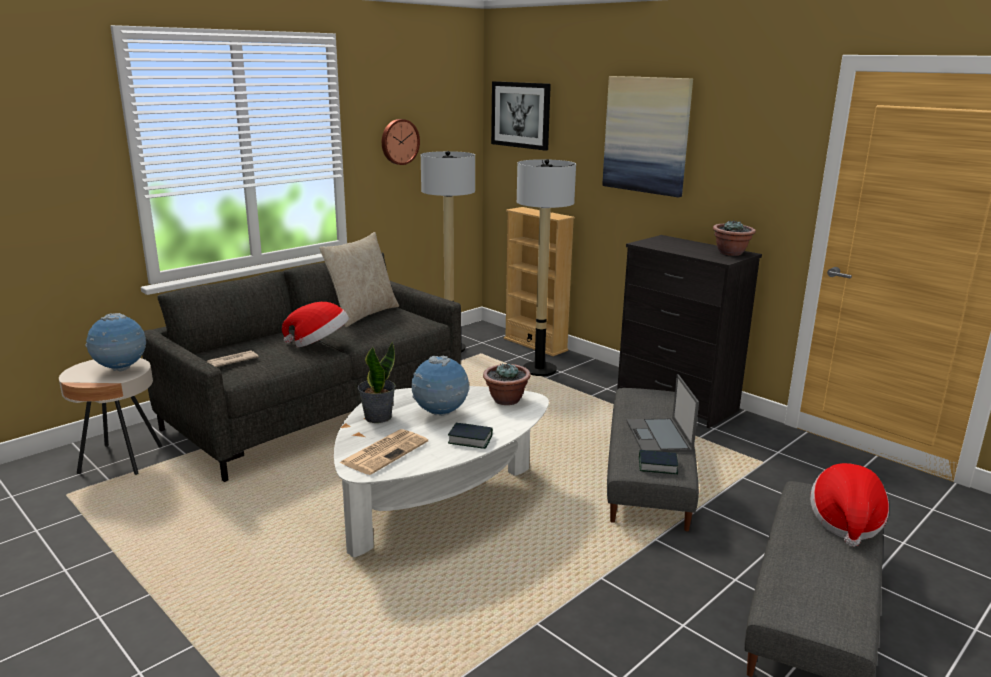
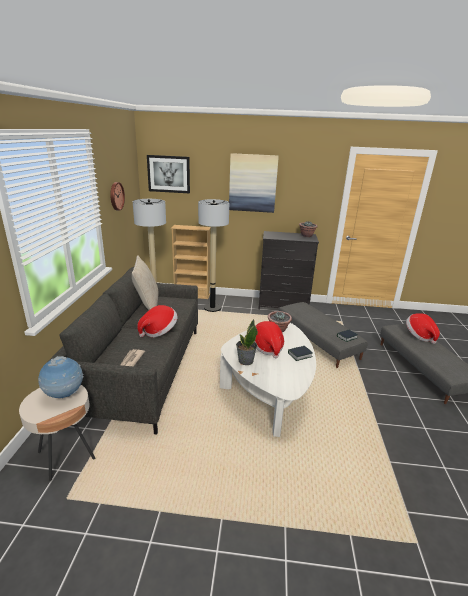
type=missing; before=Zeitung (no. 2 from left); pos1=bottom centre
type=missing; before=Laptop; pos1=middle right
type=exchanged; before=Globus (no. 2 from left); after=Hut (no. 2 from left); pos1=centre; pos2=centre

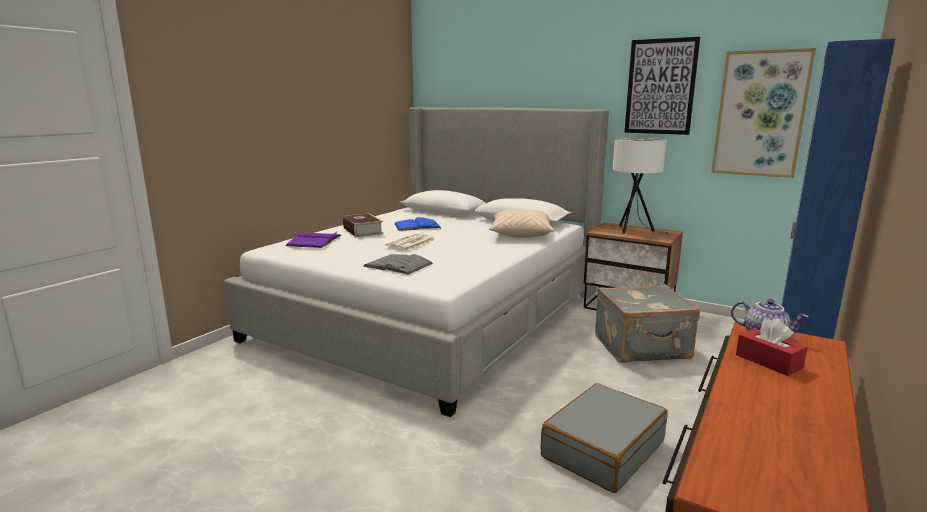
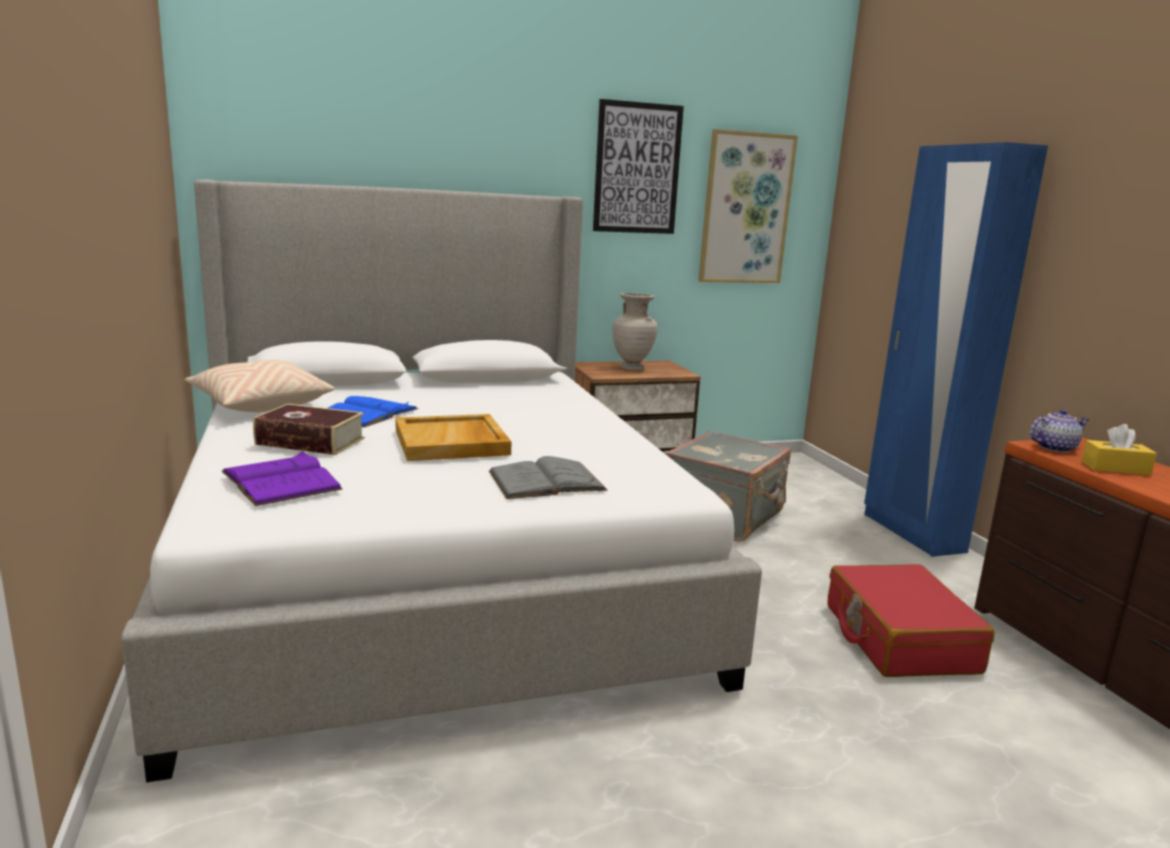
type=relocated; before=Kissen/beige; pos1=centre; pos2=middle left
type=exchanged; before=Zeitung; after=Tablett/beige; pos1=centre; pos2=centre
type=exchanged; before=Tischlampe/weiß; after=Vase/beige; pos1=middle right; pos2=centre
type=colour; before=Koffer/grau (no. 1 from left); after=Koffer/rot; pos1=bottom centre; pos2=bottom right
type=colour; before=Taschentuchbox/rot; after=Taschentuchbox/gelb; pos1=bottom right; pos2=middle right

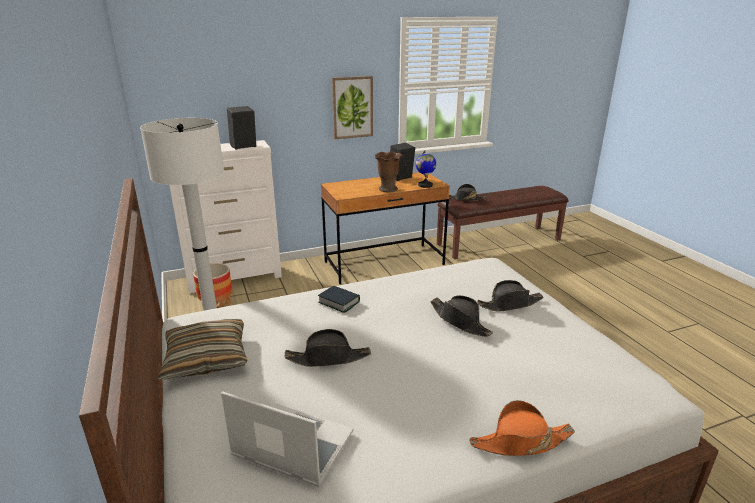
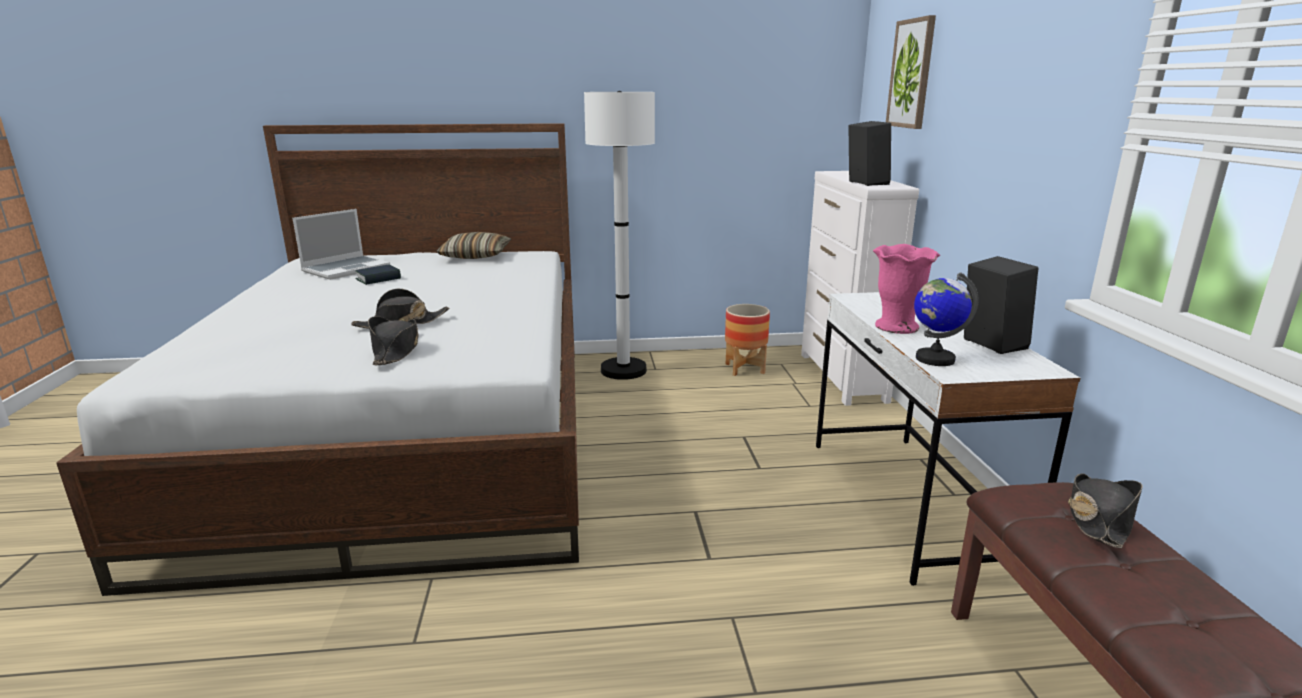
type=missing; before=Hut/schwarz (no. 1 from left); pos1=bottom centre
type=missing; before=Hut/orange; pos1=bottom right
type=relocated; before=Buch; pos1=centre; pos2=middle left
type=relocated; before=Bild; pos1=top centre; pos2=top right
type=colour; before=Schreibtisch/braun; after=Schreibtisch/weiß; pos1=centre; pos2=middle right
type=colour; before=Vase/braun; after=Vase/rosa; pos1=centre; pos2=middle right

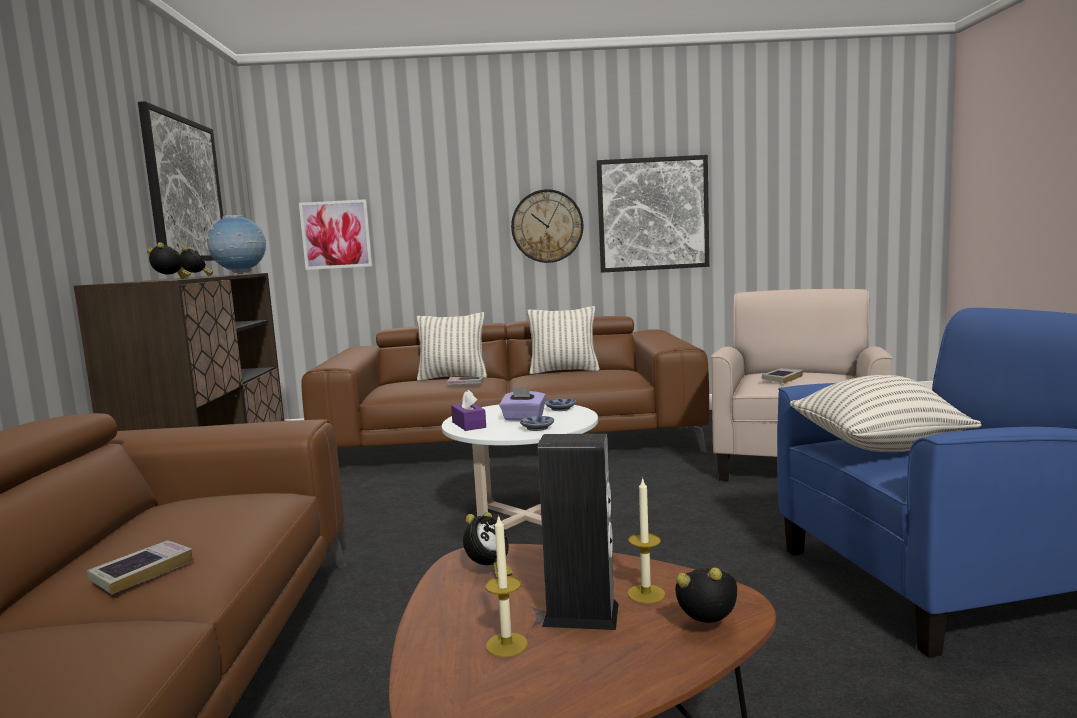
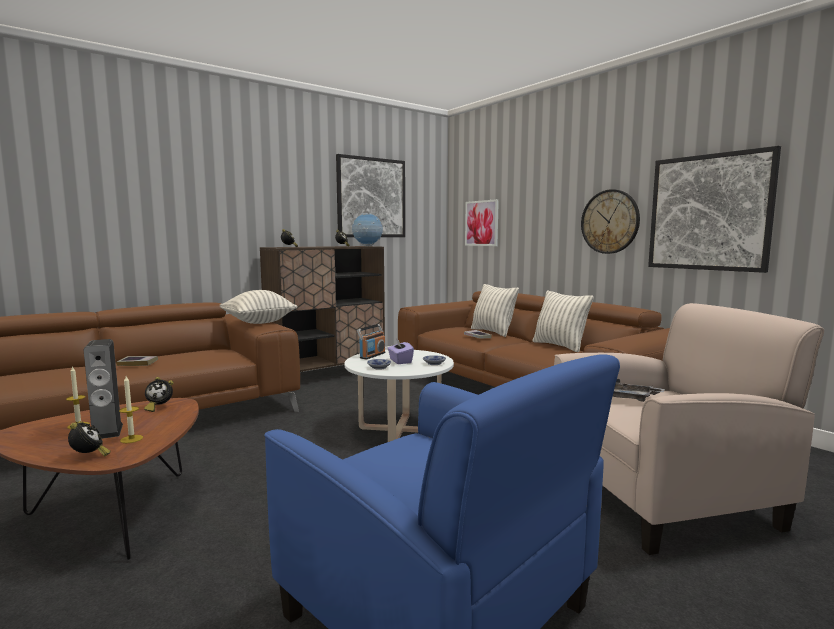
type=relocated; before=Kissen (no. 3 from left in the first image); after=Kissen (no. 1 from left); pos1=middle right; pos2=middle left
type=exchanged; before=Taschentuchbox/lila (no. 1 from left); after=Radio; pos1=centre; pos2=centre
type=exchanged; before=Buch (no. 3 from left); after=Tablett/grau; pos1=middle right; pos2=middle right

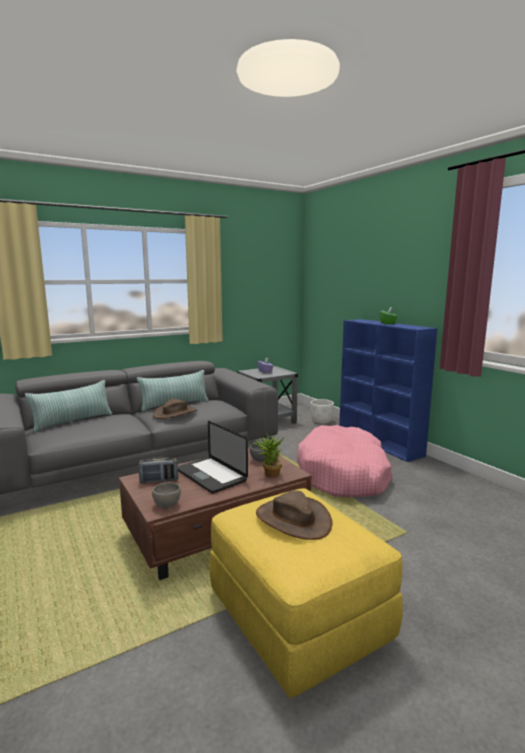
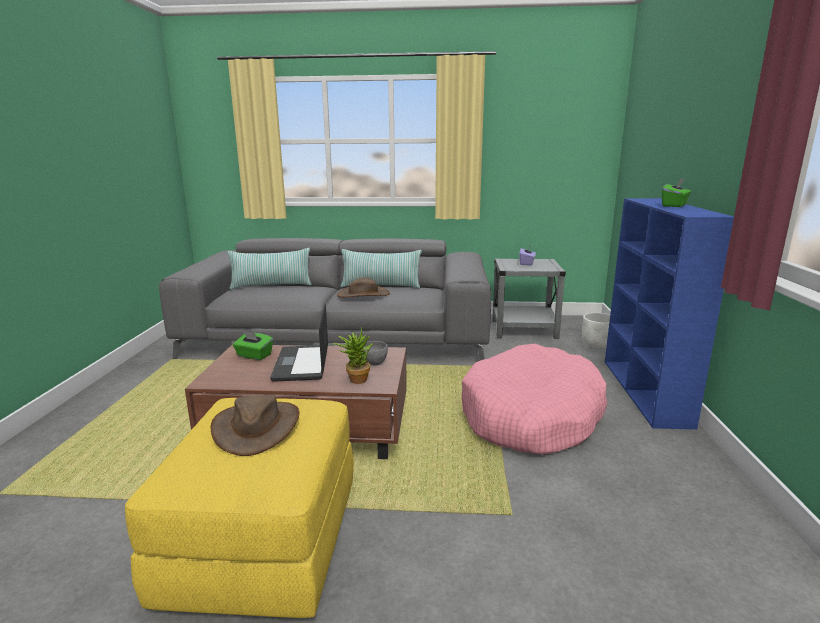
type=missing; before=Schüssel/grau (no. 1 from left); pos1=middle left
type=exchanged; before=Radio; after=Taschentuchbox/grün (no. 1 from left); pos1=middle left; pos2=middle left

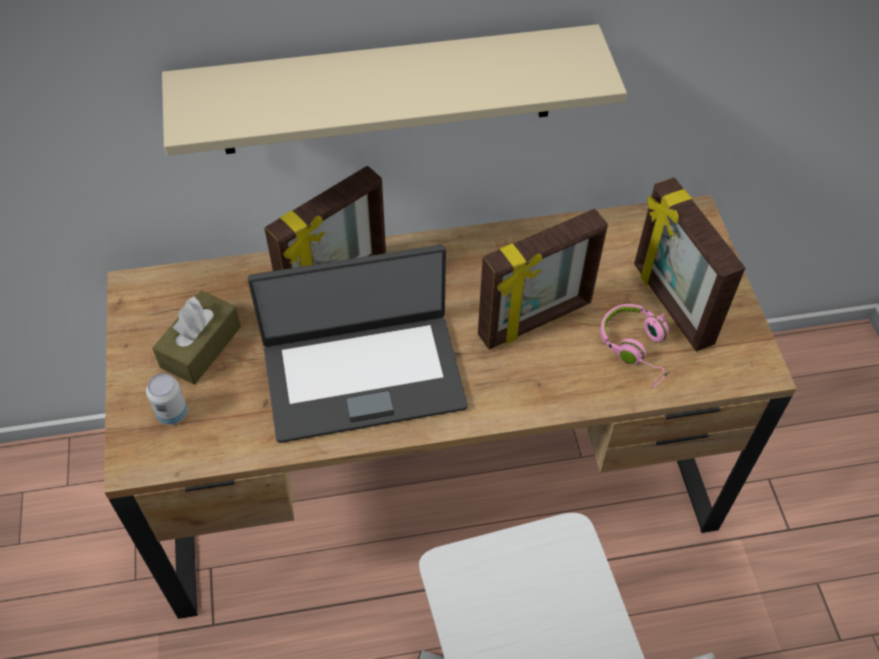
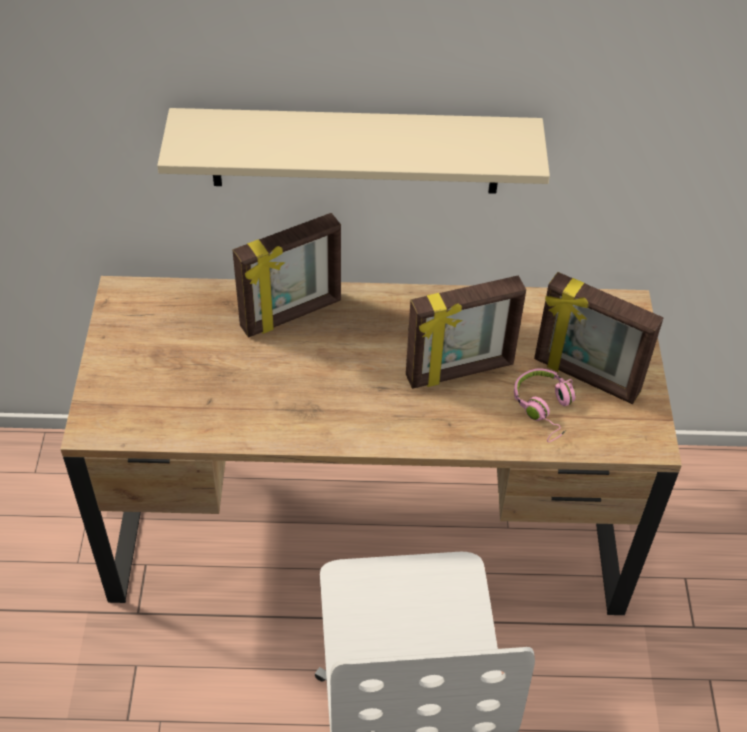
type=missing; before=Dose; pos1=middle left
type=missing; before=Taschentuchbox/braun; pos1=middle left
type=missing; before=Laptop; pos1=centre
type=spun; before=Bilderrahmen (no. 3 from left); pos1=middle right; pos2=middle right; turn=-45

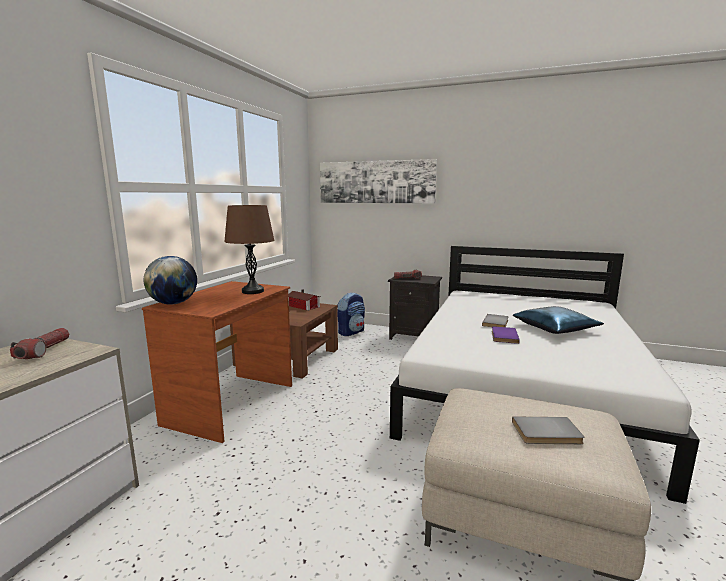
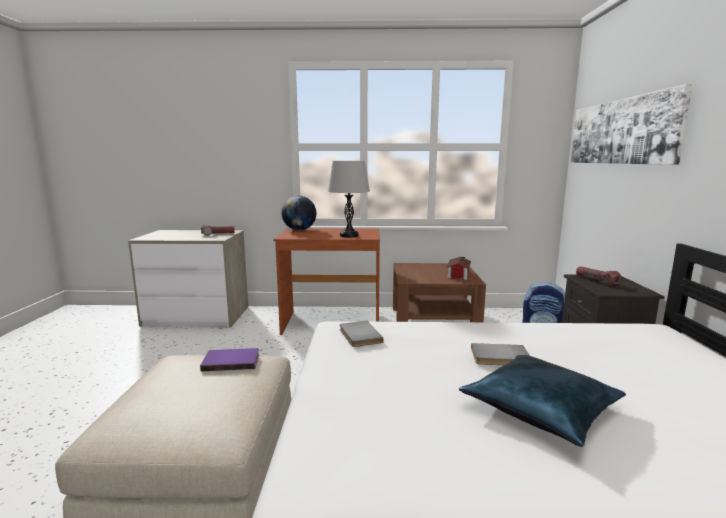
type=relocated; before=Buch/lila; pos1=middle right; pos2=bottom left
type=relocated; before=Buch/grau (no. 2 from left in the first image); after=Buch/grau (no. 1 from left); pos1=bottom right; pos2=centre
type=colour; before=Tischlampe/braun; after=Tischlampe/grau; pos1=centre; pos2=centre

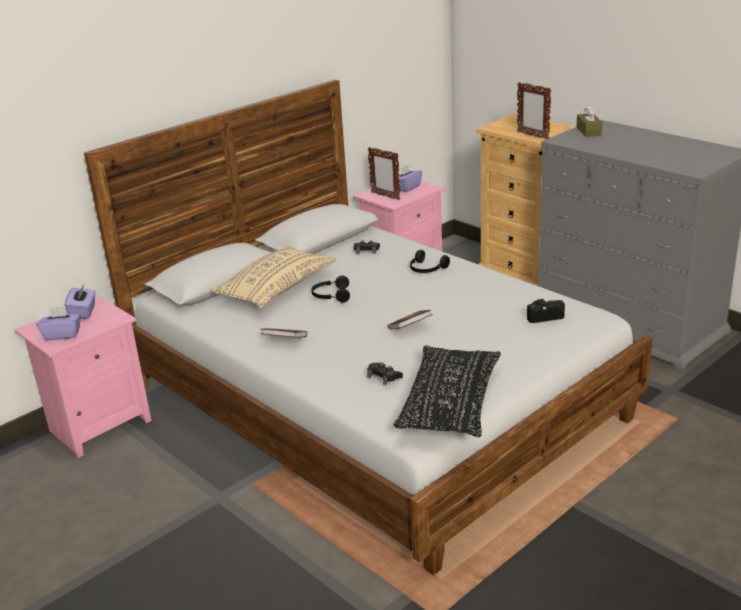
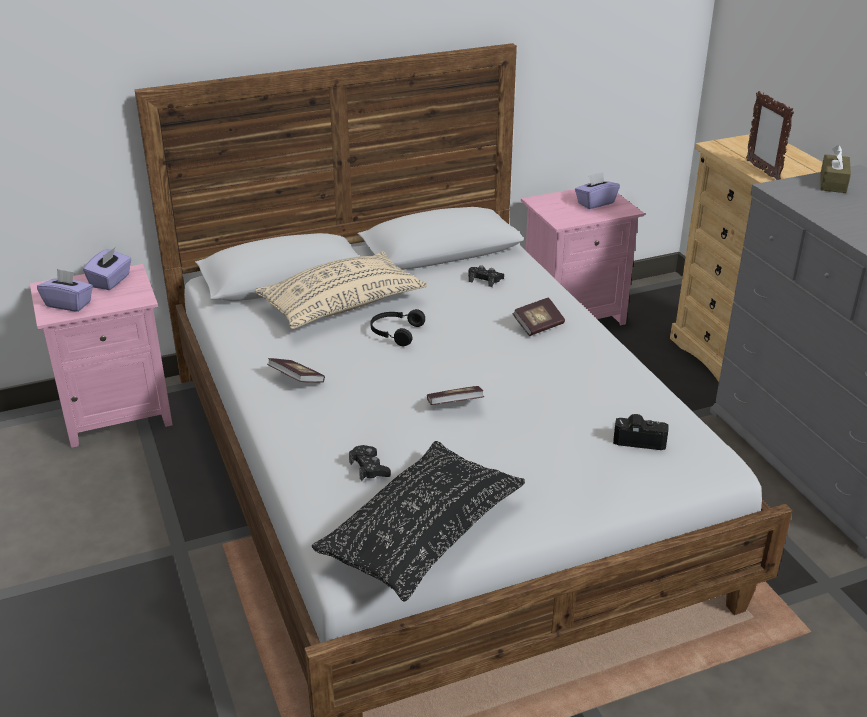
type=missing; before=Bilderrahmen (no. 1 from left); pos1=top centre
type=exchanged; before=Kopfhörer/schwarz (no. 2 from left); after=Buch (no. 3 from left); pos1=centre; pos2=centre

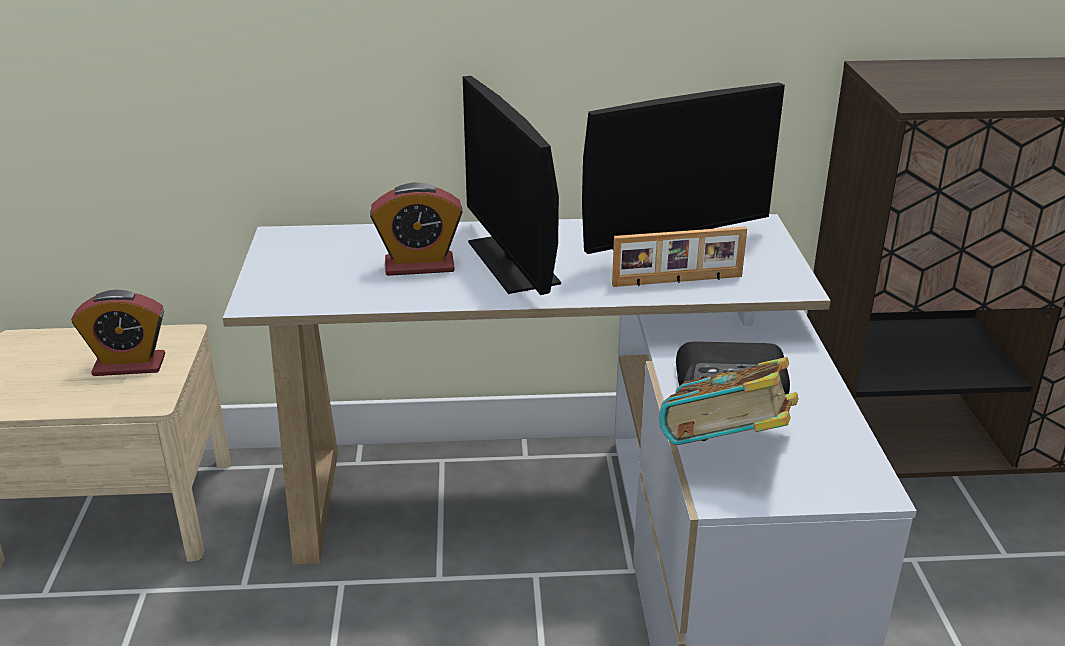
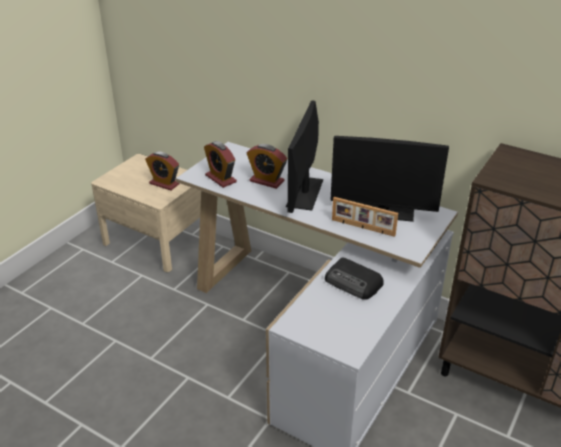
type=missing; before=Buch; pos1=middle right
type=appeared; after=Wecker (no. 2 from left); pos2=centre

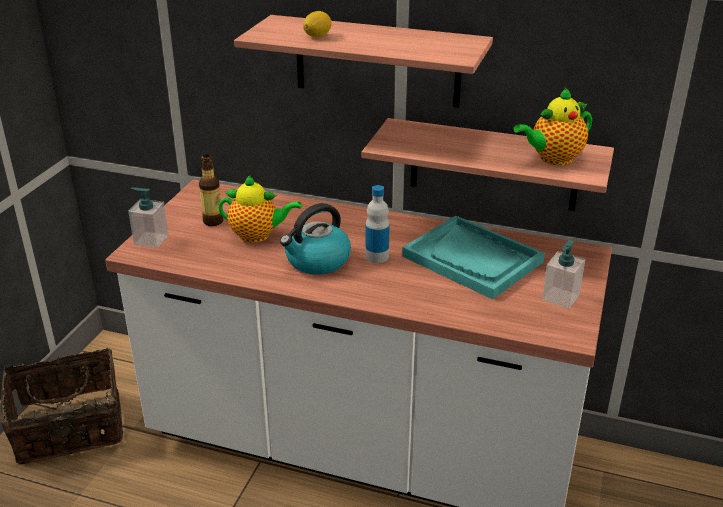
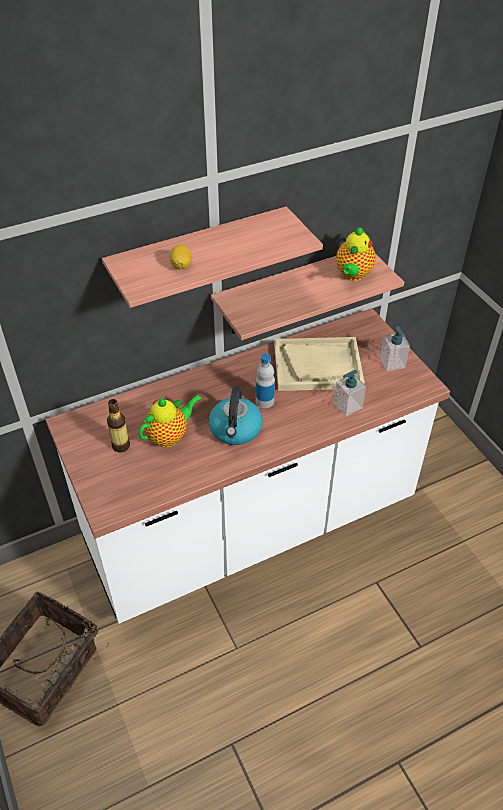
type=relocated; before=Seifenspender (no. 1 from left); pos1=middle left; pos2=middle right
type=colour; before=Tablett/türkis; after=Tablett/beige; pos1=centre; pos2=centre

